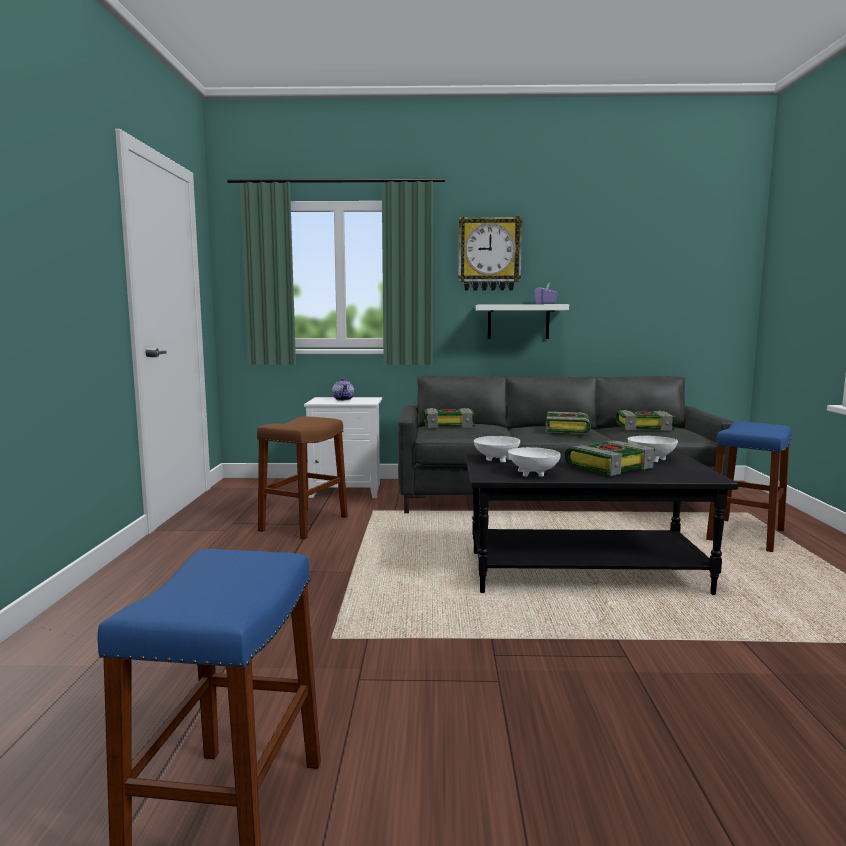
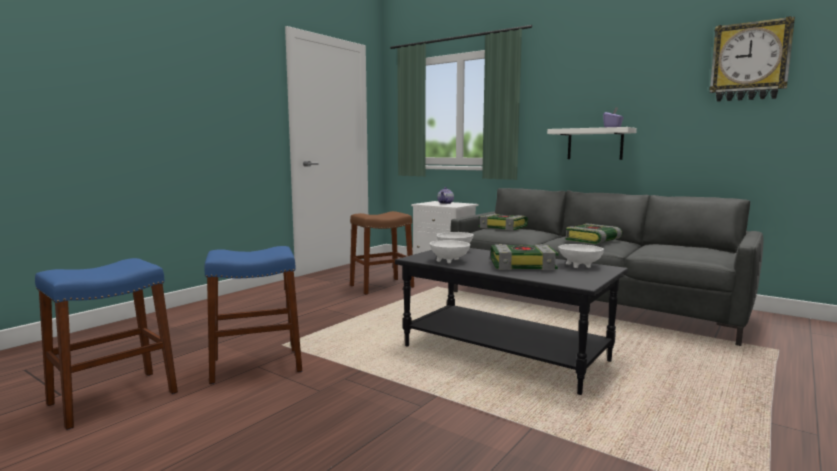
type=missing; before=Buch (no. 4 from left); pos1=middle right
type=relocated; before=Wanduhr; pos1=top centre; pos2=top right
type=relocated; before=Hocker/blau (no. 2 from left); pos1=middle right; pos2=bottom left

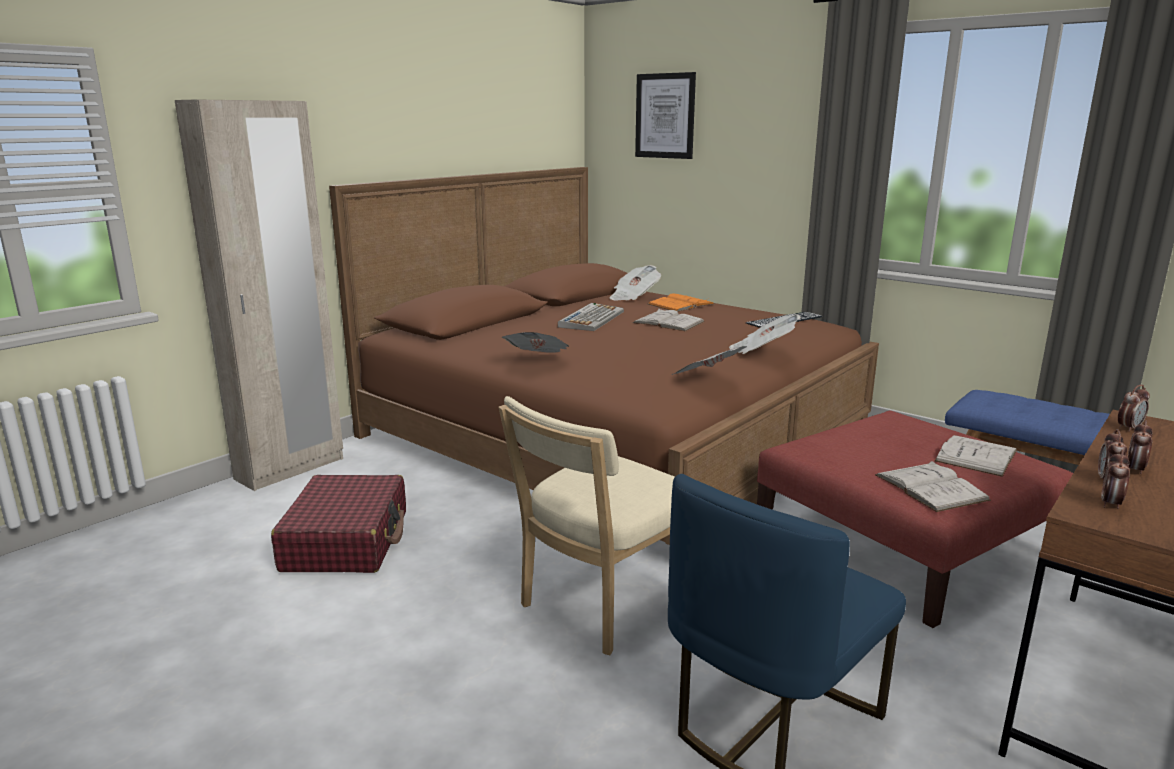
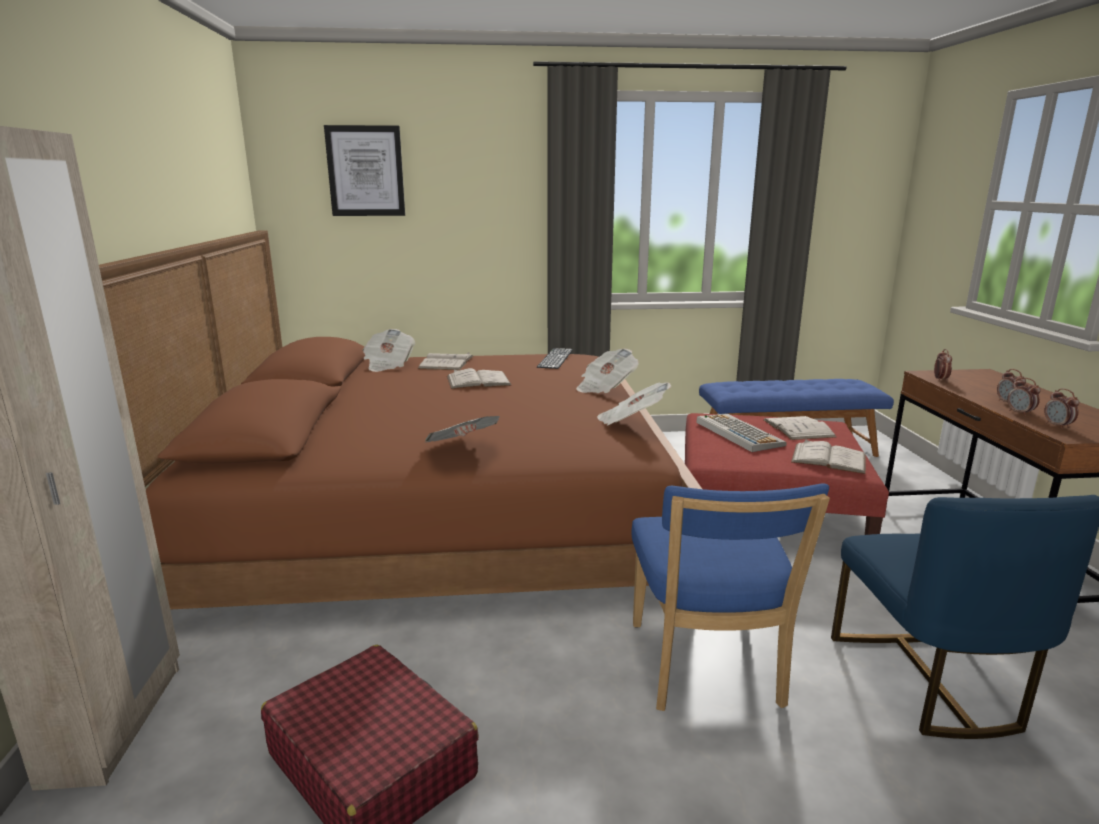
type=relocated; before=Tastatur (no. 1 from left in the first image); after=Tastatur (no. 2 from left); pos1=centre; pos2=middle right
type=colour; before=Stuhl/beige; after=Stuhl/blau (no. 1 from left); pos1=bottom centre; pos2=bottom centre
type=colour; before=Buch/orange; after=Buch/weiß (no. 1 from left); pos1=centre; pos2=centre

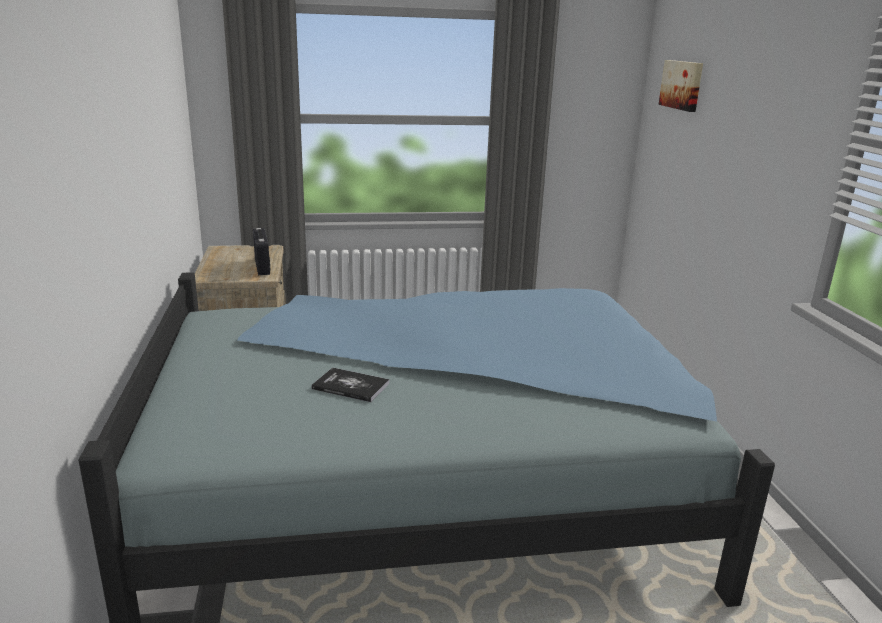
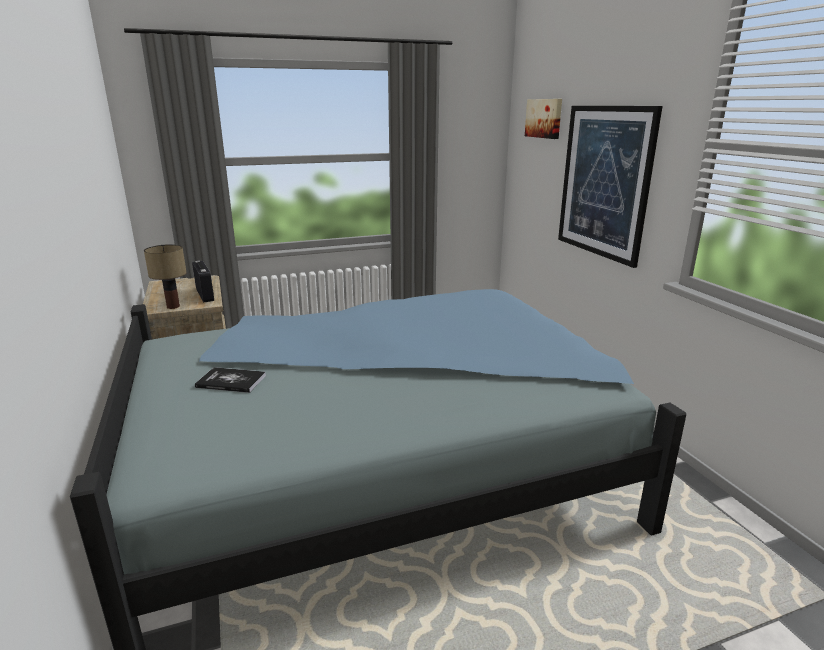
type=appeared; after=Tischlampe; pos2=middle left
type=appeared; after=Bild (no. 2 from left); pos2=top right
type=relocated; before=Buch; pos1=centre; pos2=middle left

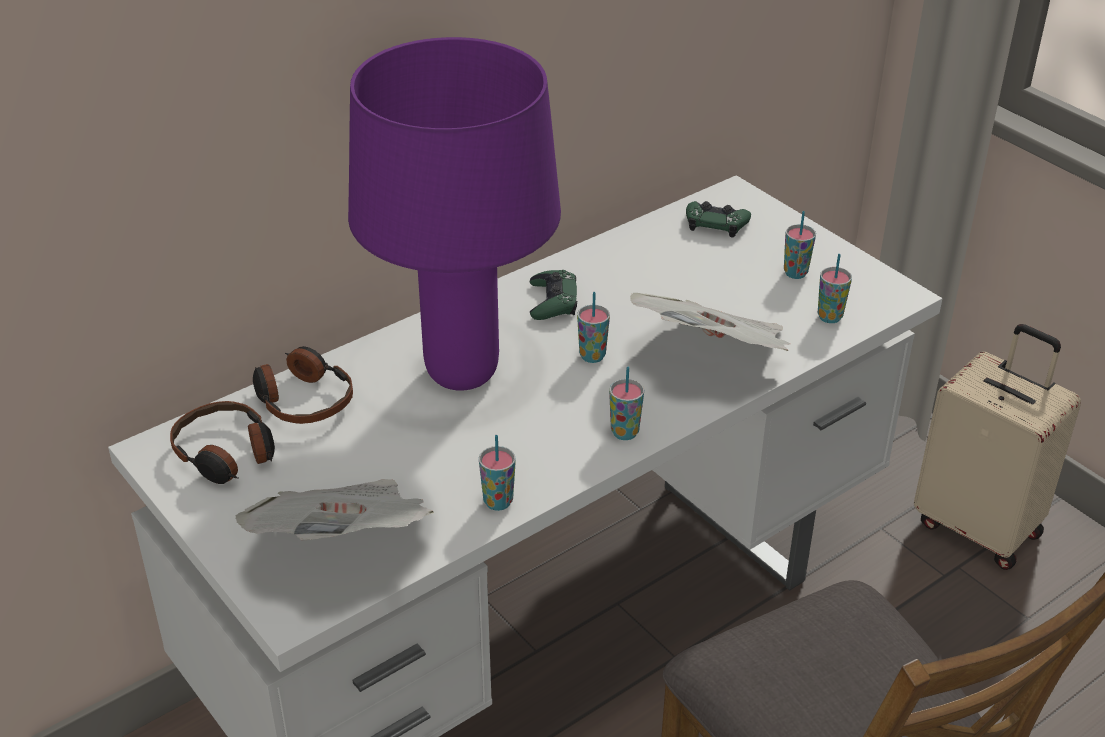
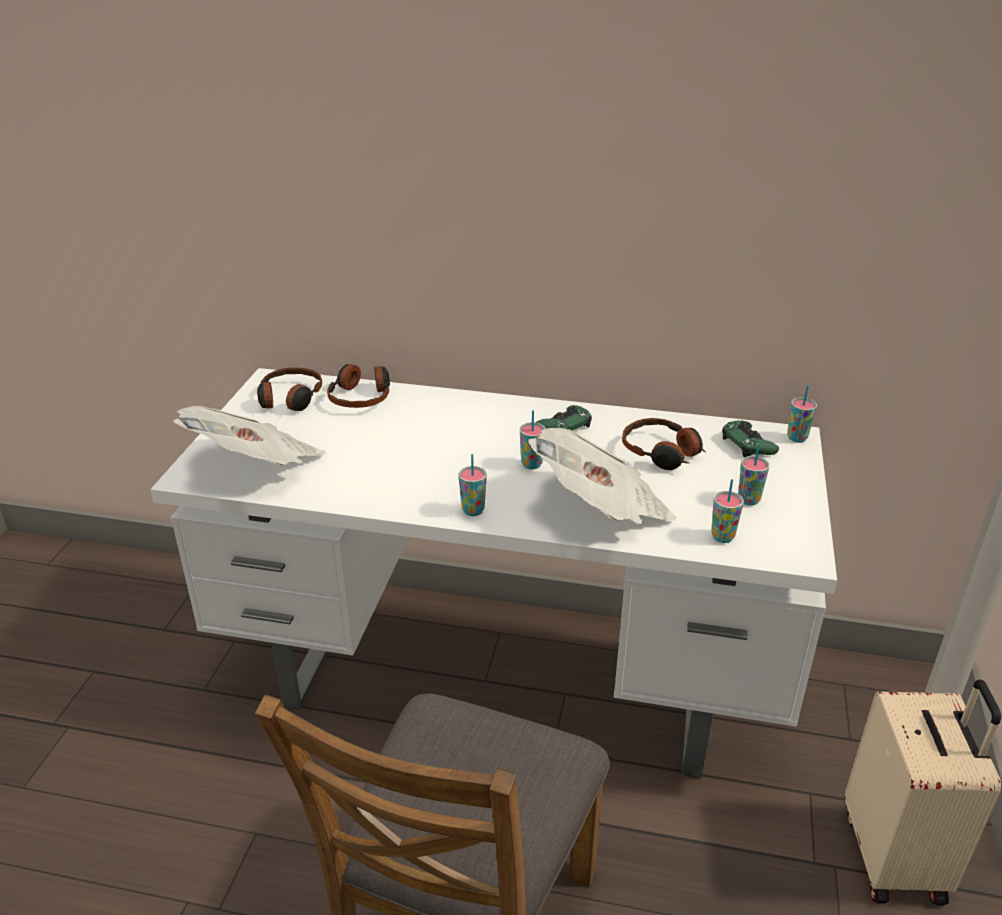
type=missing; before=Tischlampe/lila; pos1=top centre
type=appeared; after=Kopfhörer (no. 3 from left); pos2=centre
type=relocated; before=Tasse (no. 1 from left in the first image); after=Tasse (no. 5 from left); pos1=centre; pos2=middle right

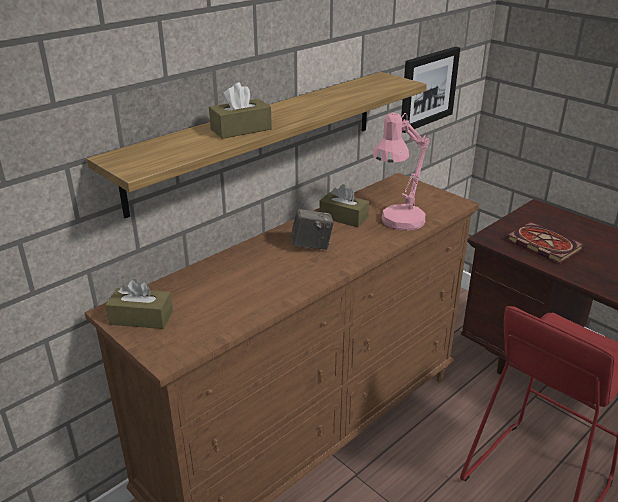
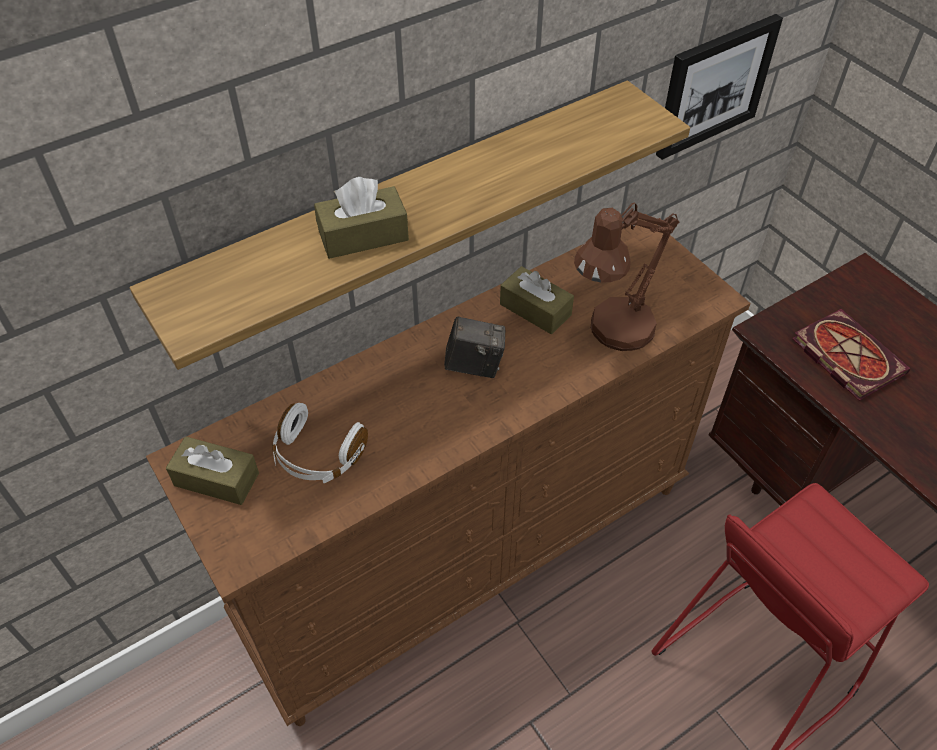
type=appeared; after=Kopfhörer/weiß; pos2=centre
type=colour; before=Tischlampe/rosa; after=Tischlampe/braun; pos1=centre; pos2=middle right

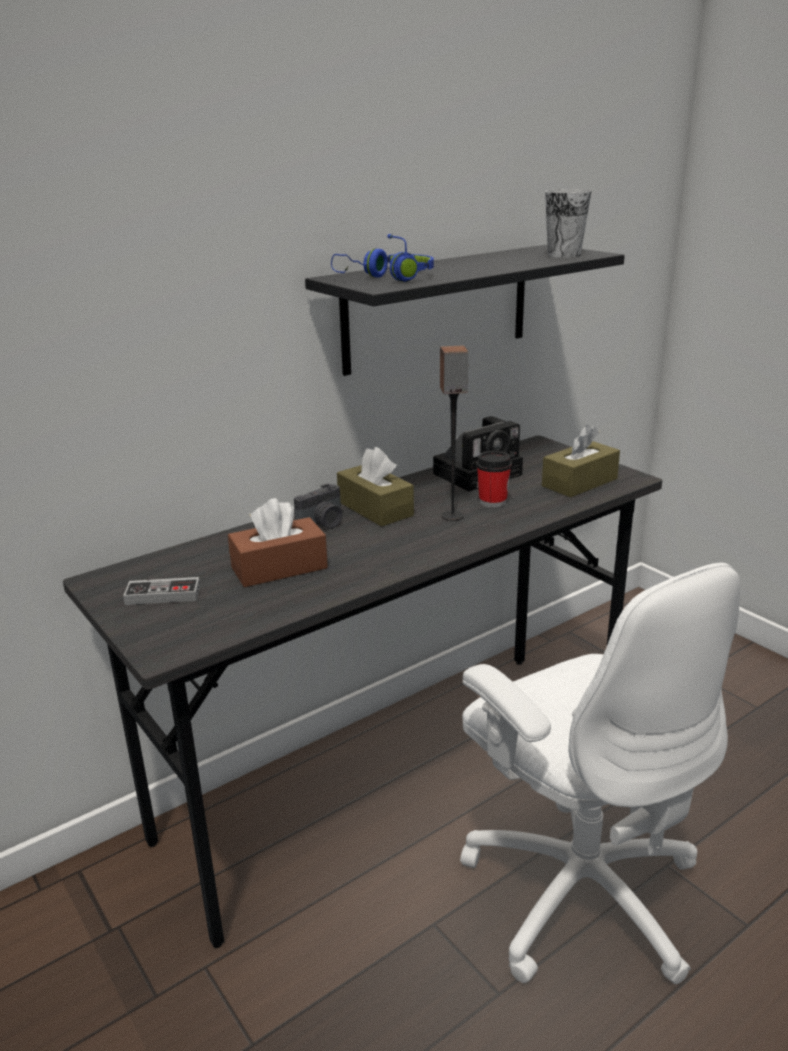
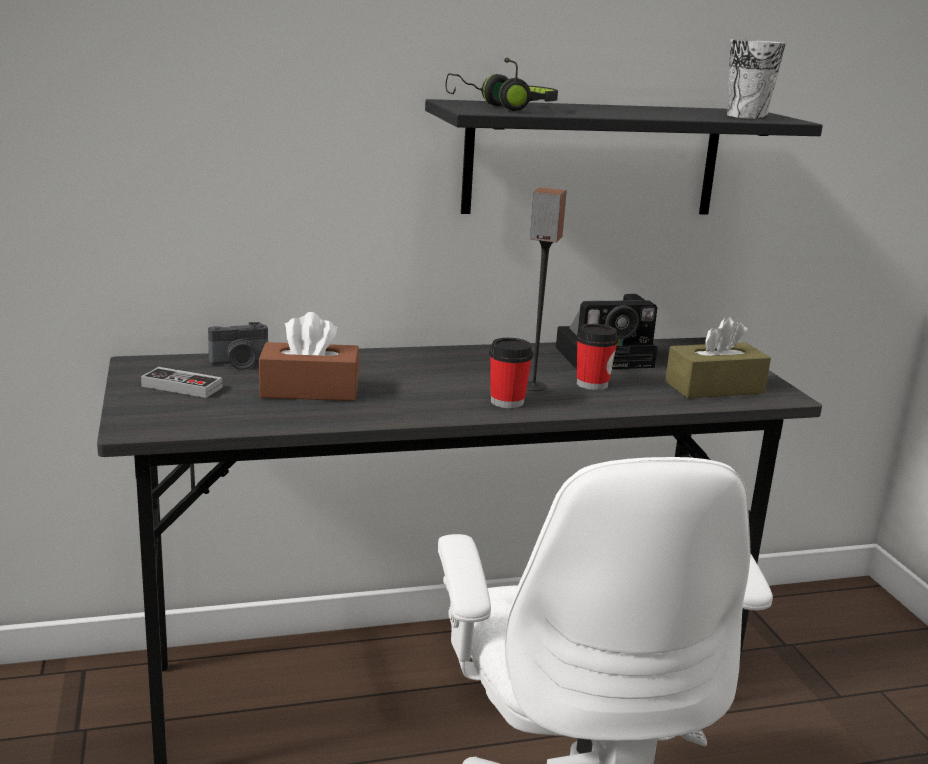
type=missing; before=Taschentuchbox/braun (no. 2 from left); pos1=centre
type=appeared; after=Tasse (no. 1 from left); pos2=centre
type=relocated; before=Kamera (no. 1 from left); pos1=centre; pos2=middle left
type=colour; before=Kopfhörer/blau; after=Kopfhörer/schwarz; pos1=top centre; pos2=top centre

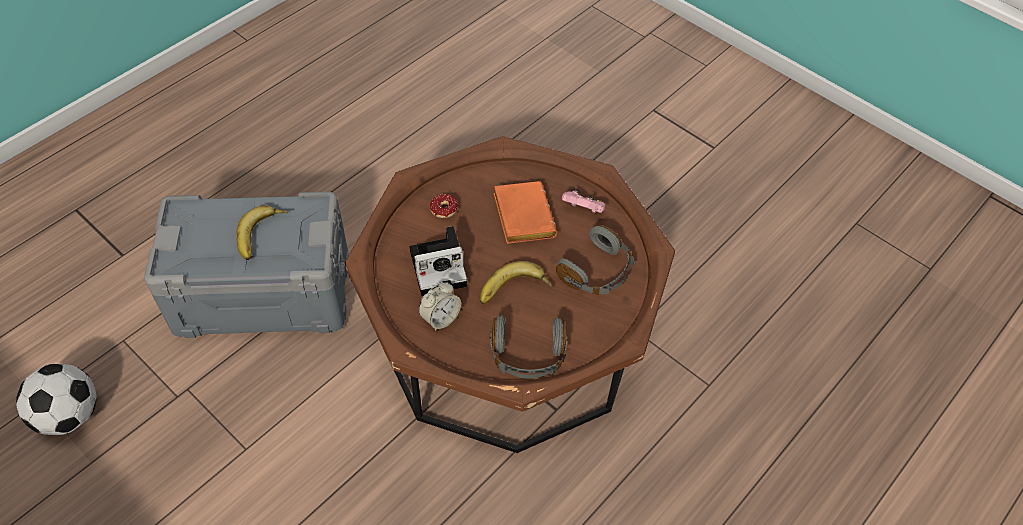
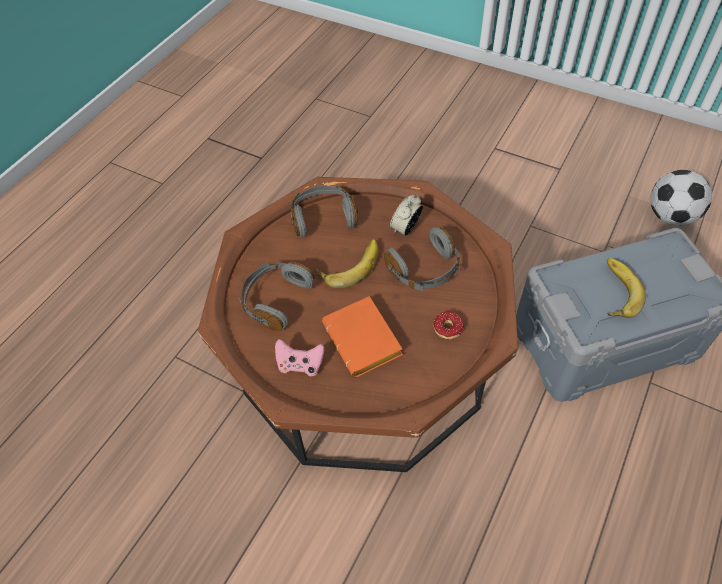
type=exchanged; before=Kamera; after=Kopfhörer/grau (no. 3 from left); pos1=centre; pos2=centre

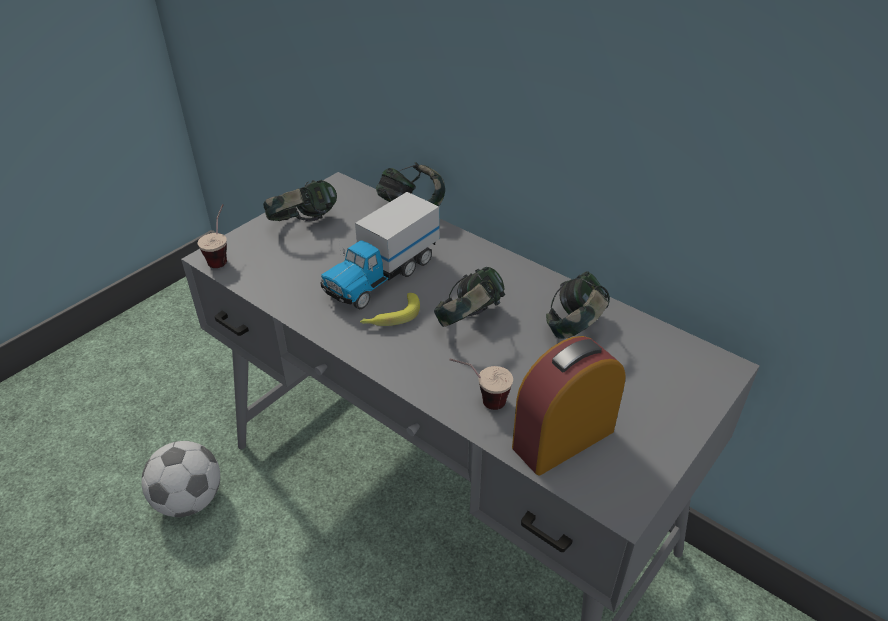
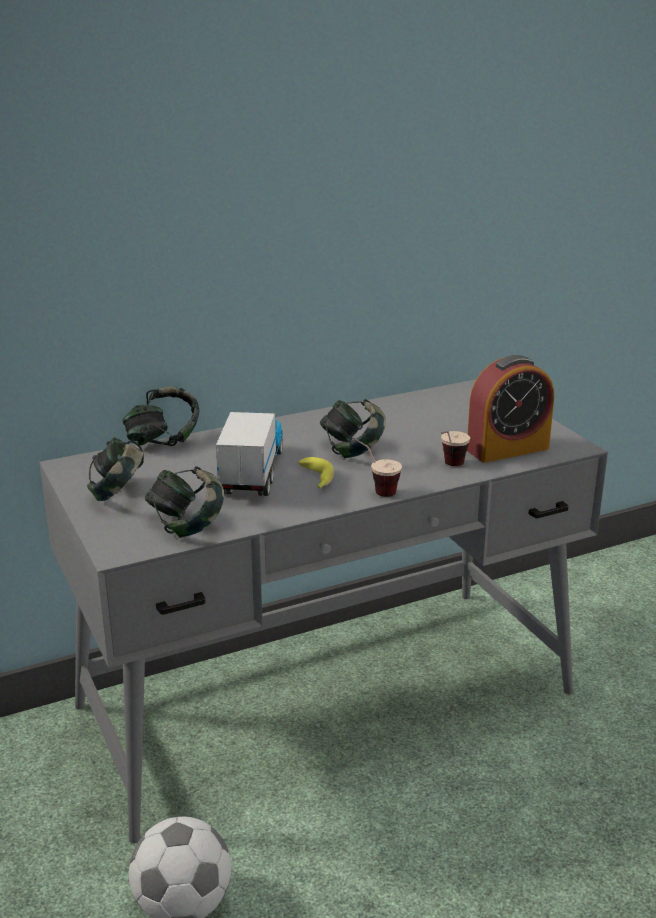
type=relocated; before=Tasse (no. 1 from left); pos1=middle left; pos2=centre
type=relocated; before=Kopfhörer (no. 4 from left in the first image); after=Kopfhörer (no. 3 from left); pos1=centre; pos2=middle left
type=spun; before=Spielzeuglaster; pos1=centre; pos2=centre; turn=-150
type=spun; before=Wecker; pos1=centre; pos2=middle right; turn=-105

